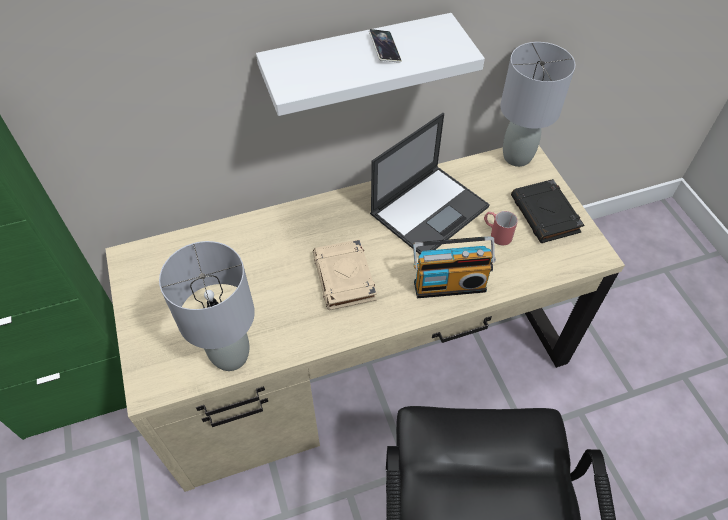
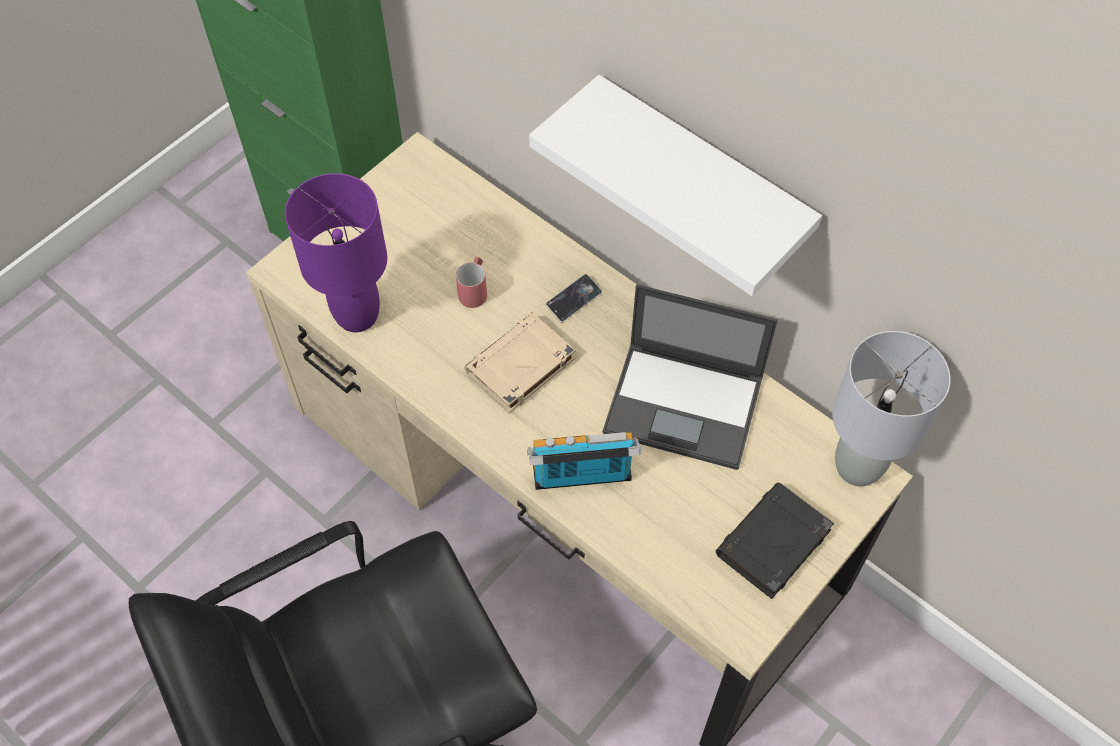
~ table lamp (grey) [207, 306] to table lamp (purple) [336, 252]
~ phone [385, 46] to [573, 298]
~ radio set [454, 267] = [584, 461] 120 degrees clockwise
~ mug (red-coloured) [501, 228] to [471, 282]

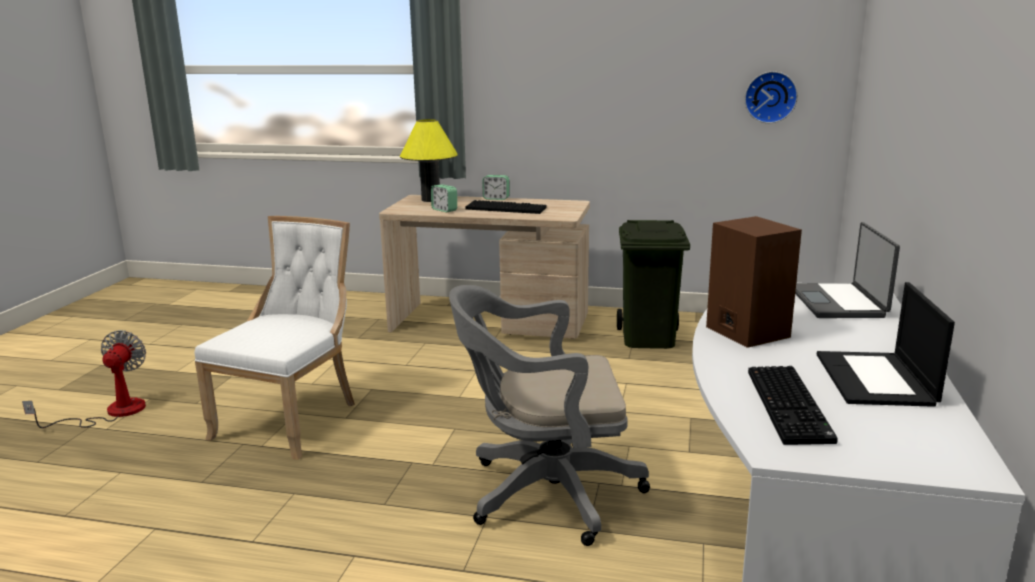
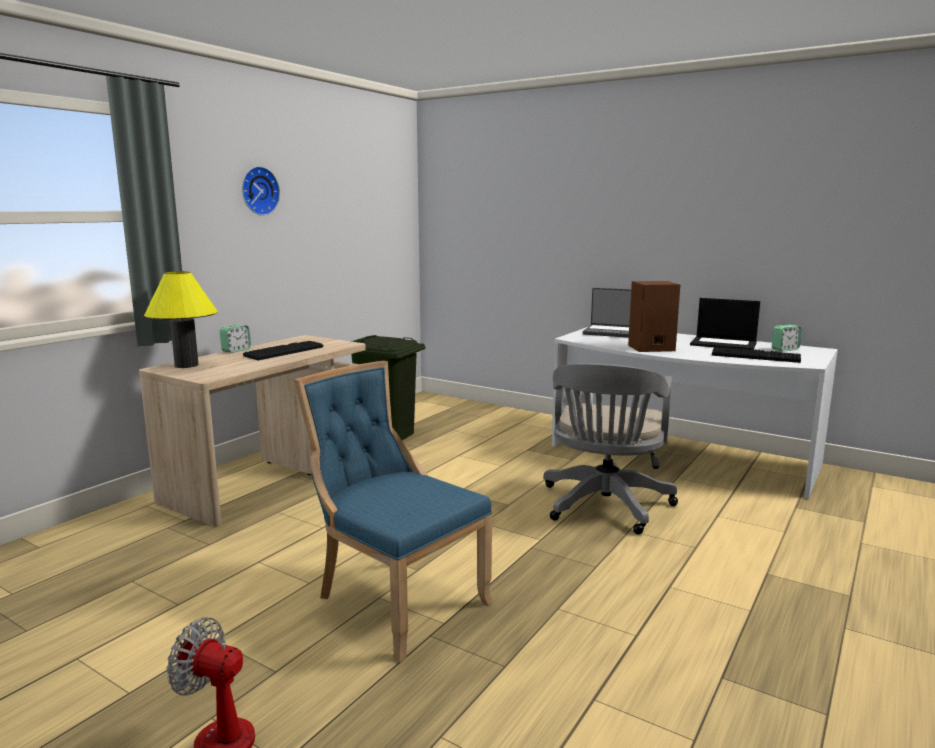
~ chair (white) [275, 338] to chair (blue) [393, 511]
~ table clock [444, 198] to [786, 338]
~ hanging clock [771, 97] to [261, 191]

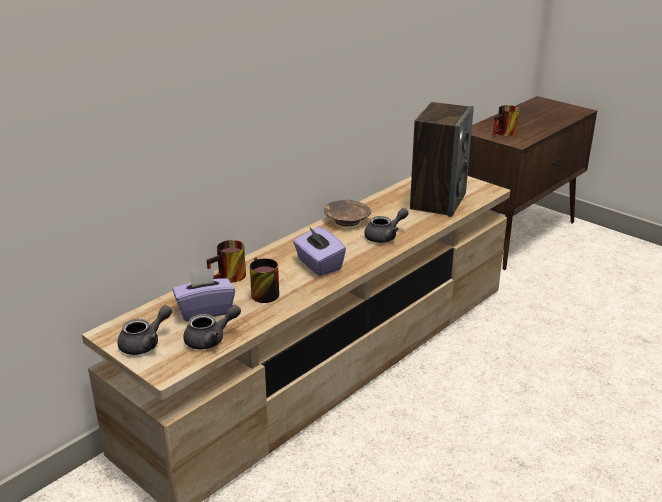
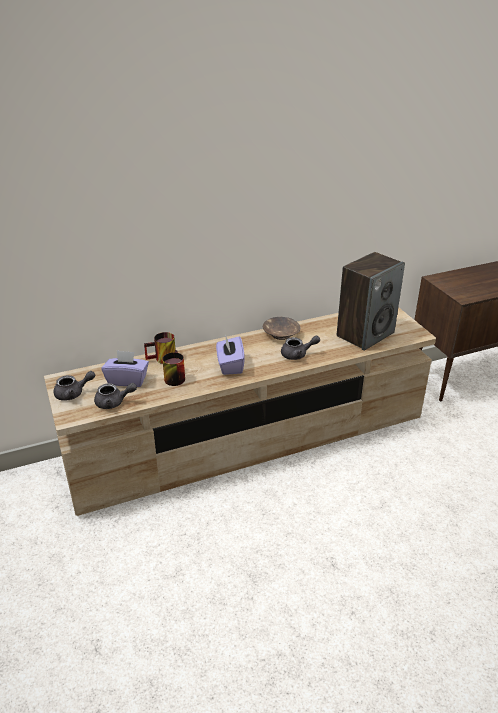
- mug [506, 120]

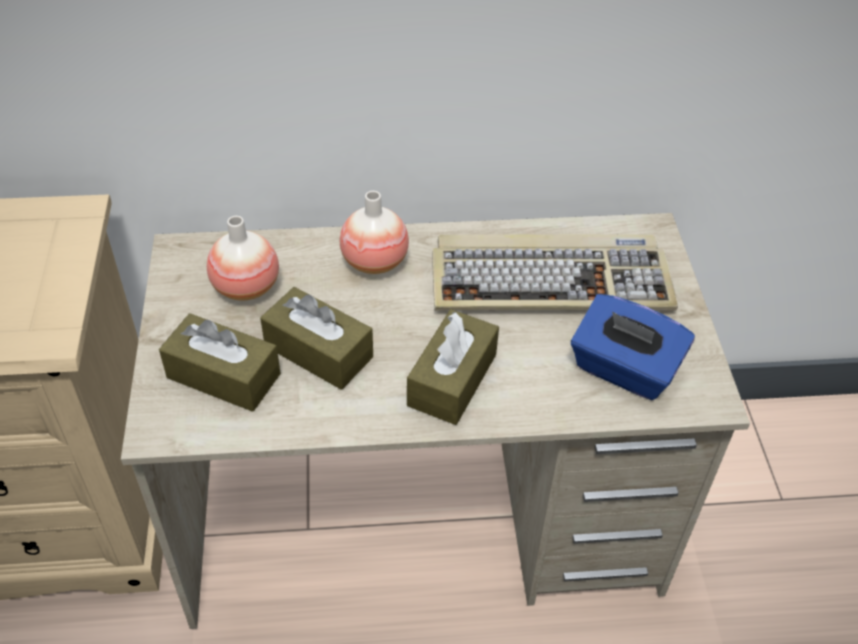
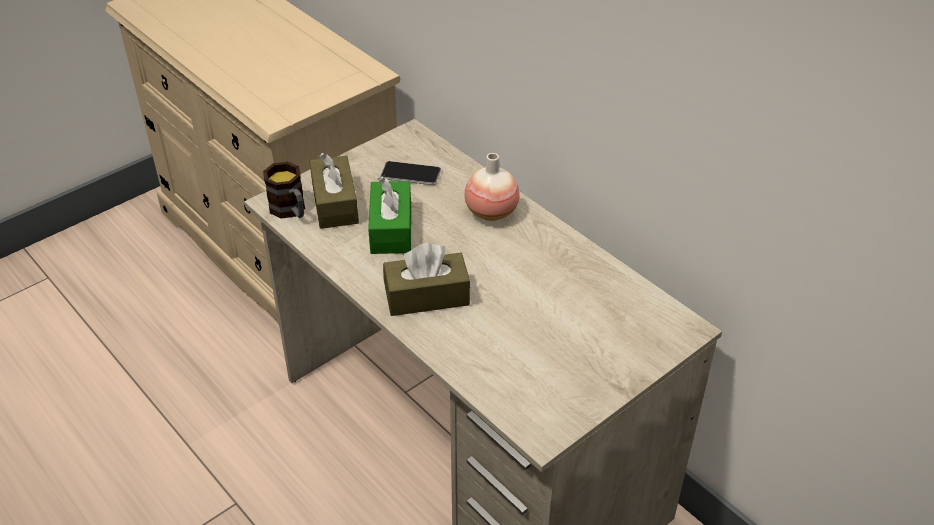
~ flower vase [243, 258] to phone [411, 173]
~ box of tissues (brown) [316, 338] to box of tissues (greenish) [389, 215]
- computer keyboard [555, 272]
- box of tissues (blue) [633, 347]
+ mug [284, 190]

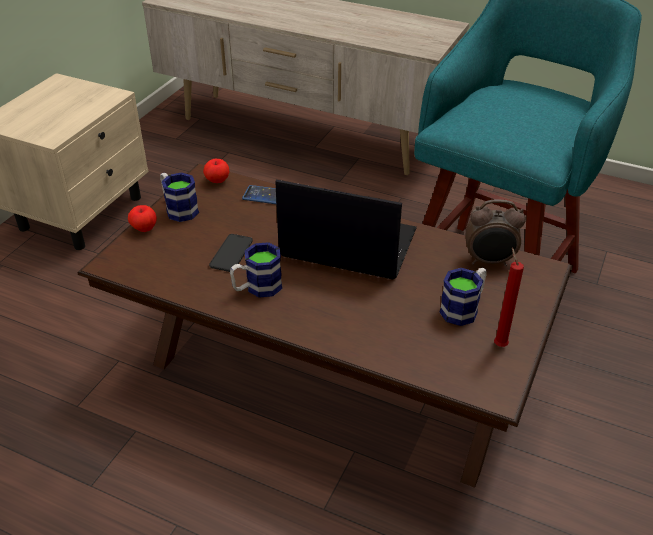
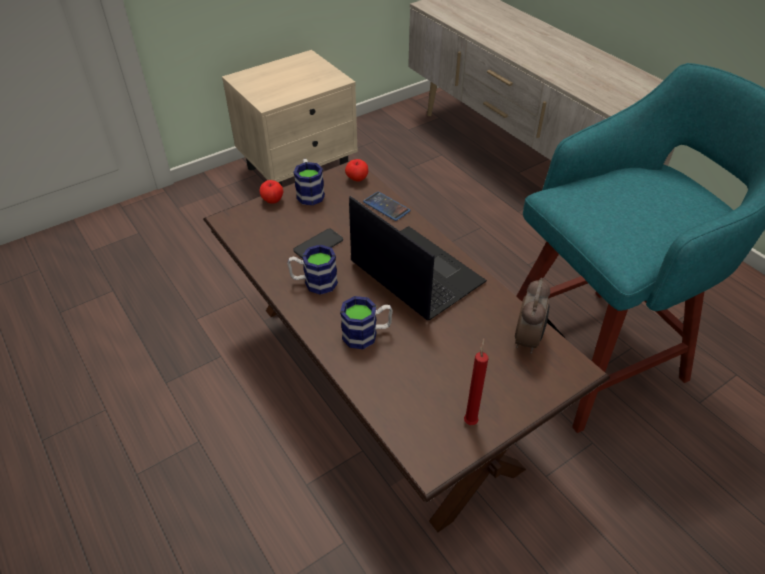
~ mug [463, 297] to [366, 322]
~ table clock [496, 233] = [532, 316] 105 degrees counterclockwise

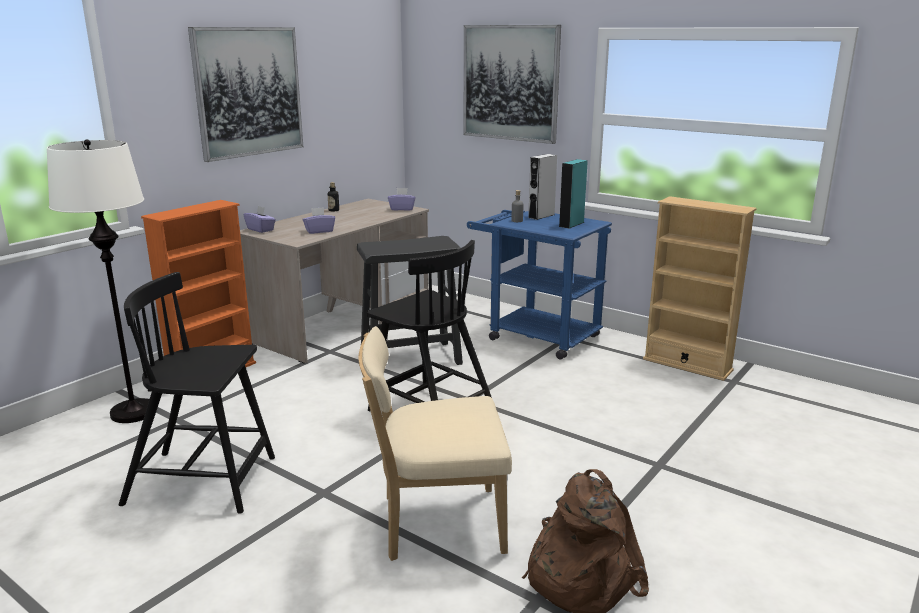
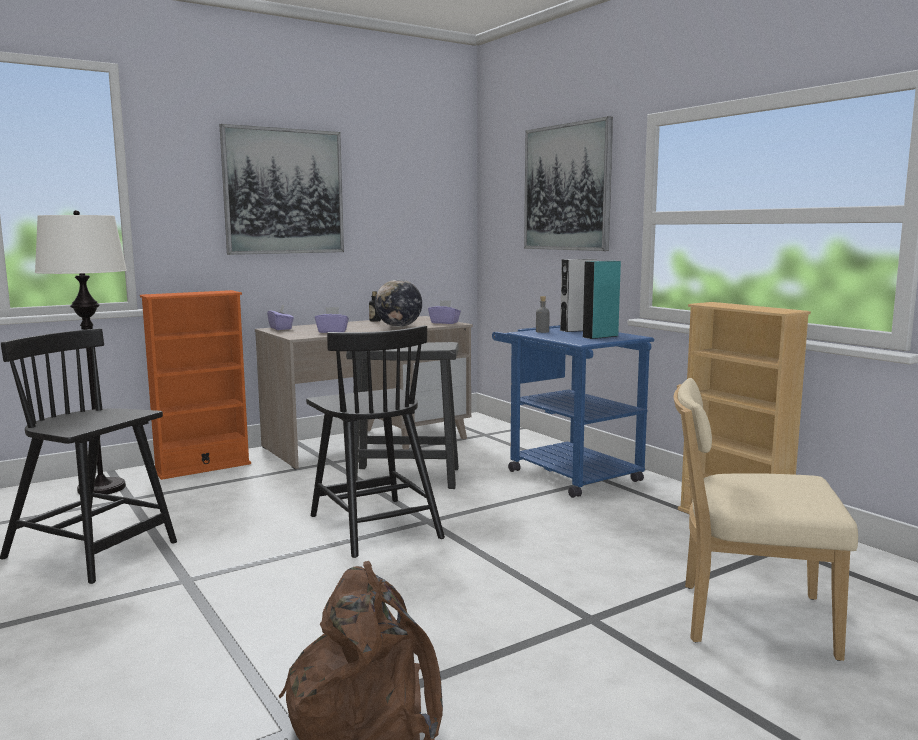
~ chair (beige) [435, 443] to [766, 519]
+ globe [398, 303]

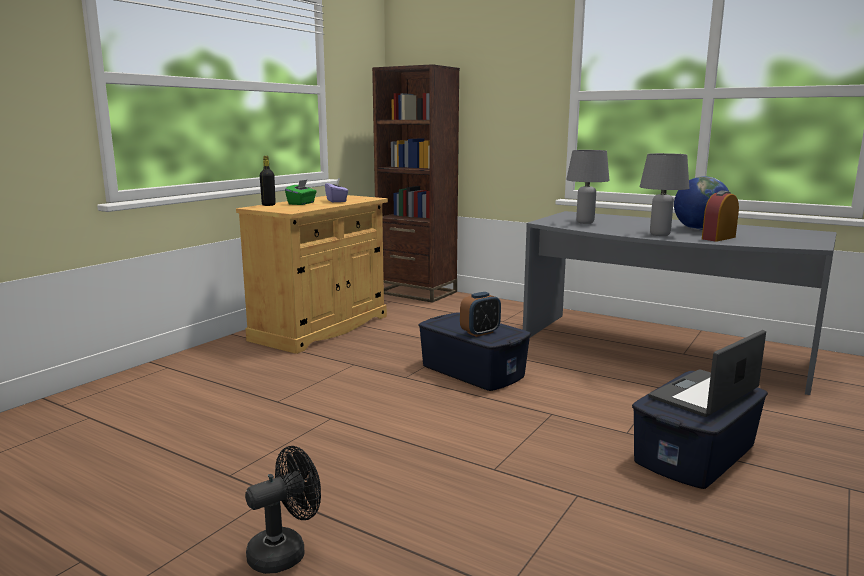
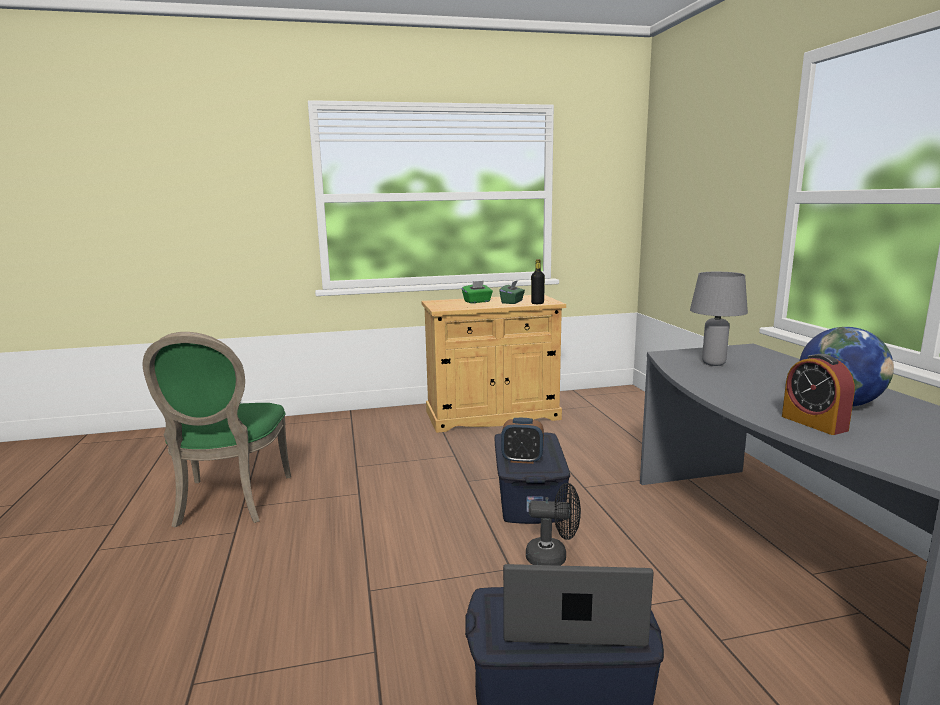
~ fan (black-coloured) [283, 510] to [553, 524]
~ drink bottle (black-coloured) [268, 181] to [538, 281]
~ box of tissues (purple) [336, 189] to box of tissues (greenish) [512, 292]
- bookcase (brown) [416, 183]
- table lamp (grey) [664, 194]
~ table clock [720, 216] = [818, 394] 120 degrees counterclockwise
+ chair (greenish) [217, 430]

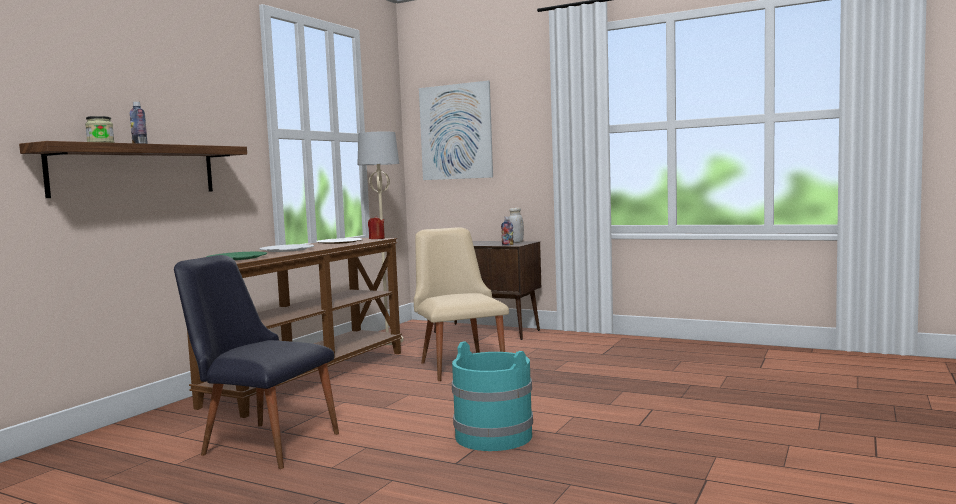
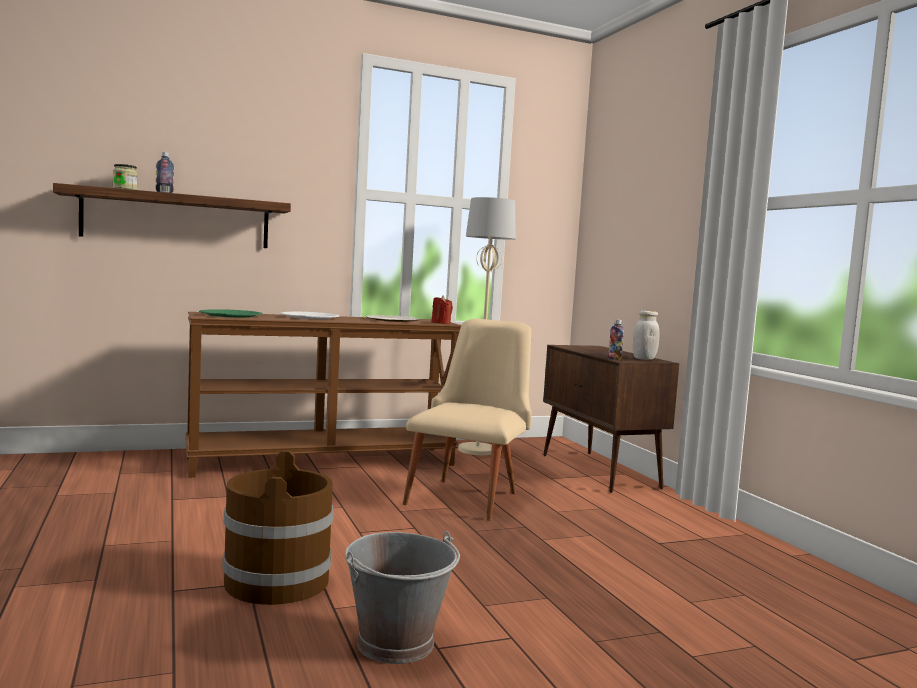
- chair (black-coloured) [256, 362]
- picture [456, 130]
~ pail (turquoise-coloured) [492, 396] to pail (brown) [278, 527]
+ pail (grey) [402, 597]

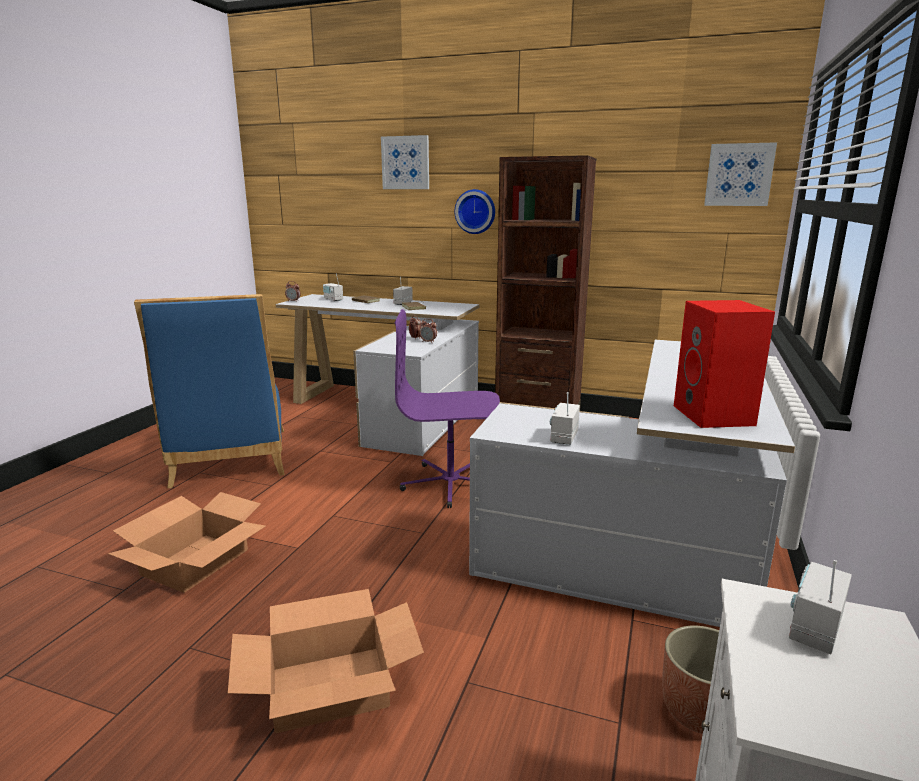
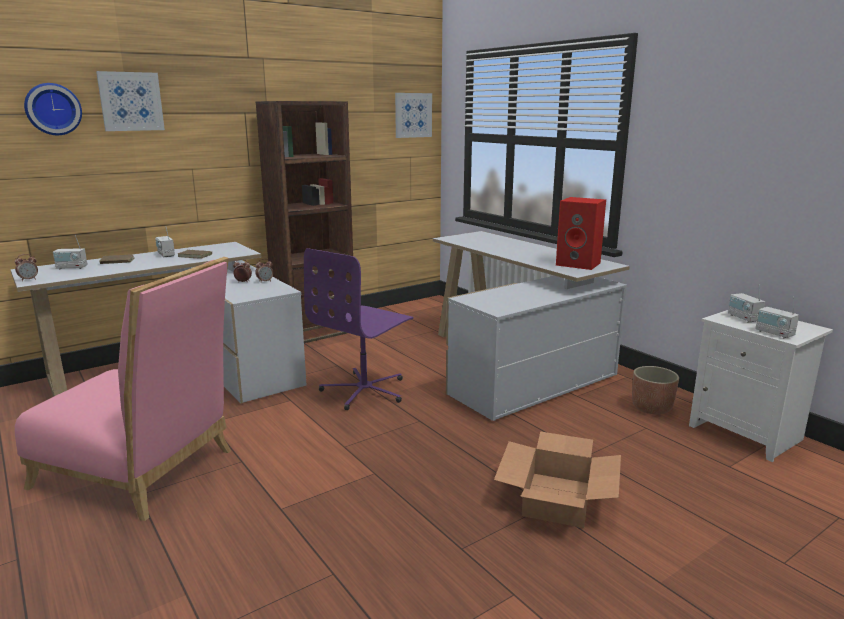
- cardboard box [186, 542]
~ chair (blue) [209, 391] to chair (pink-coloured) [123, 389]
~ hanging clock [474, 211] to [53, 109]
~ radio set [565, 418] to [777, 317]

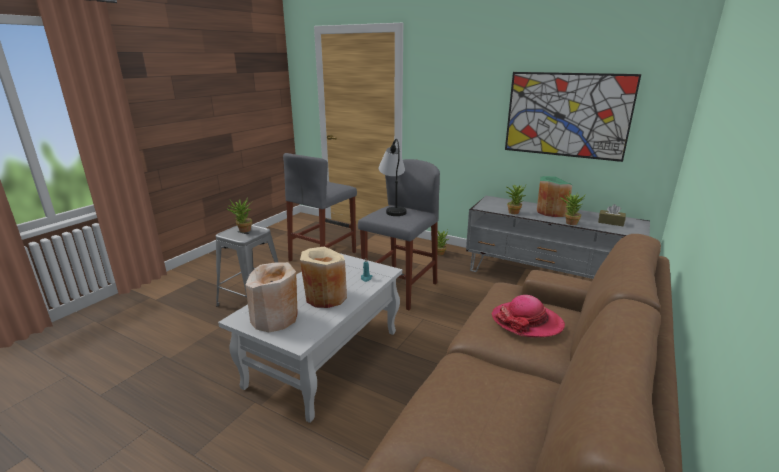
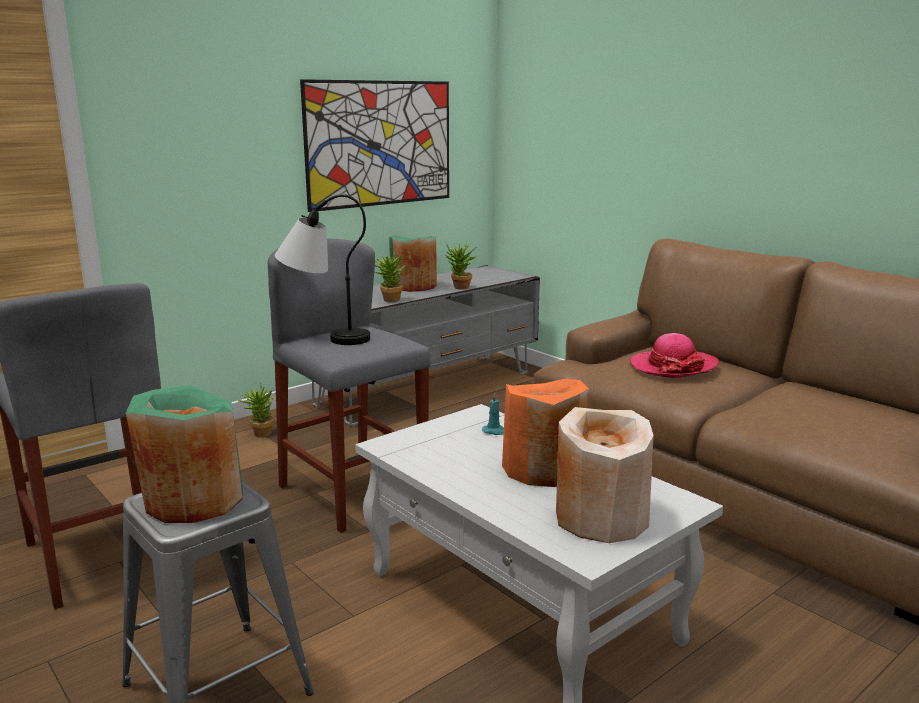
~ houseplant [239, 215] to flower vase (greenish) [184, 454]
~ flower vase (beige) [323, 277] to flower vase (orange) [545, 433]
- box of tissues (brown) [612, 215]

